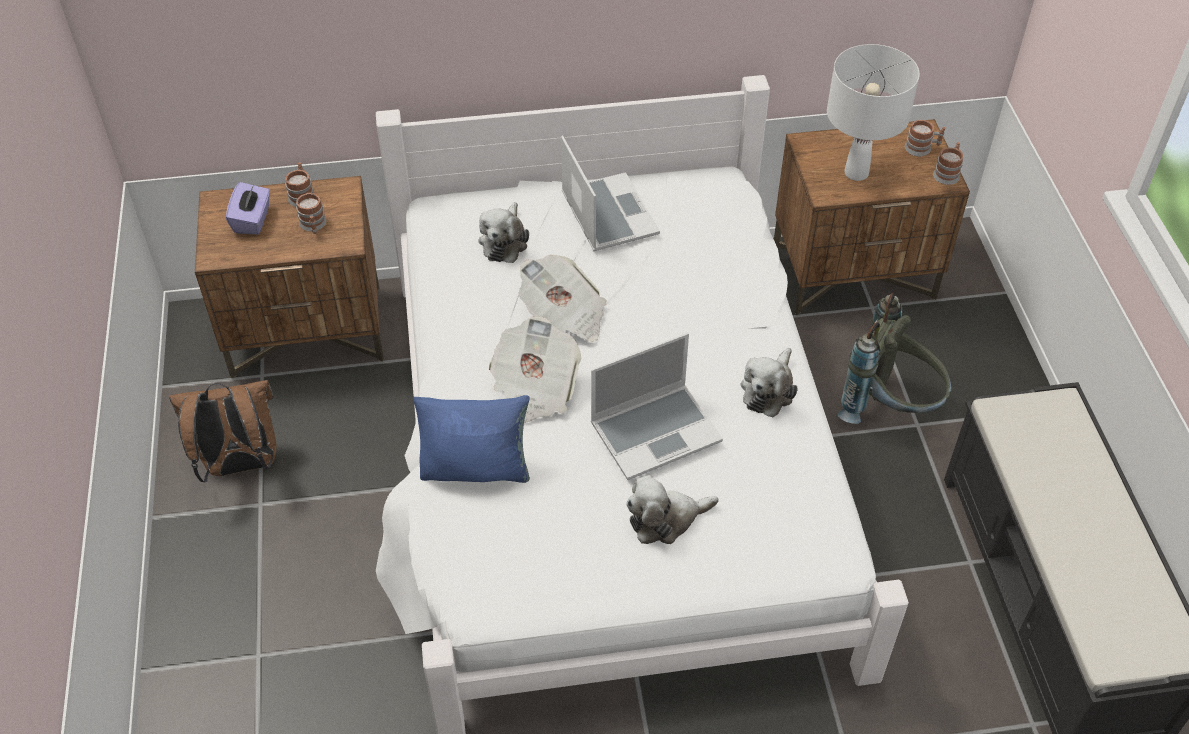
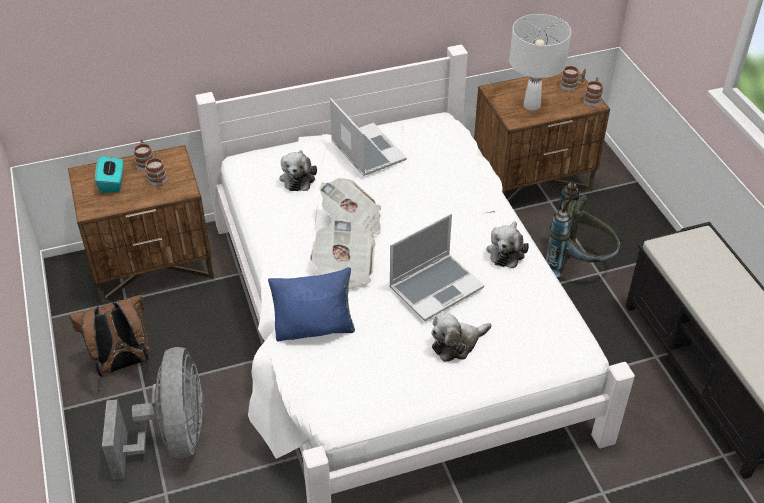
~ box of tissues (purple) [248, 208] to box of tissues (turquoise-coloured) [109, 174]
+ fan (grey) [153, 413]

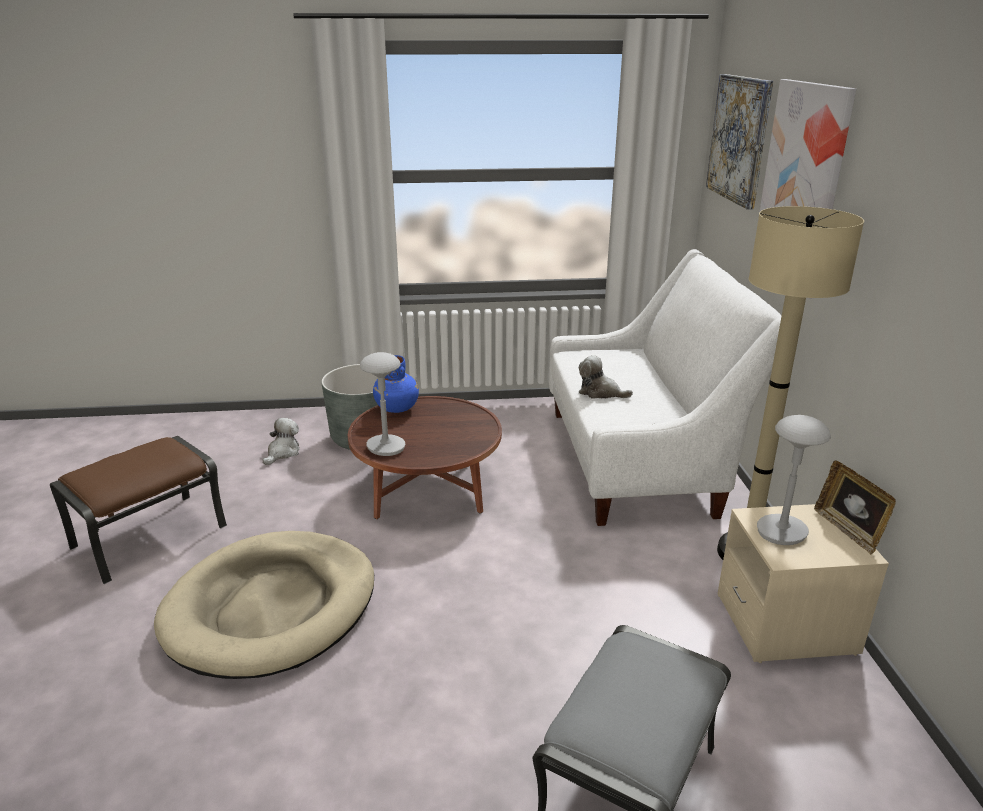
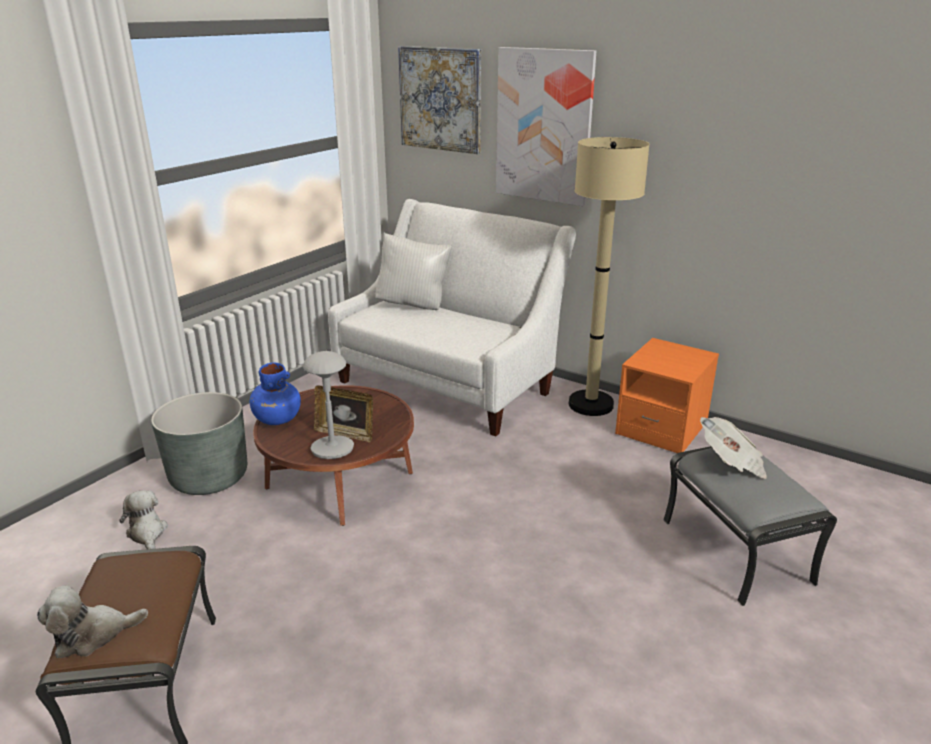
- dog bed (beige) [264, 605]
~ soft toy [606, 377] to [92, 622]
~ nightstand (beige) [803, 583] to nightstand (orange) [667, 395]
- table lamp (grey) [794, 480]
~ standing frame [855, 507] to [343, 414]
+ throw pillow (white) [413, 271]
+ newspaper [733, 448]

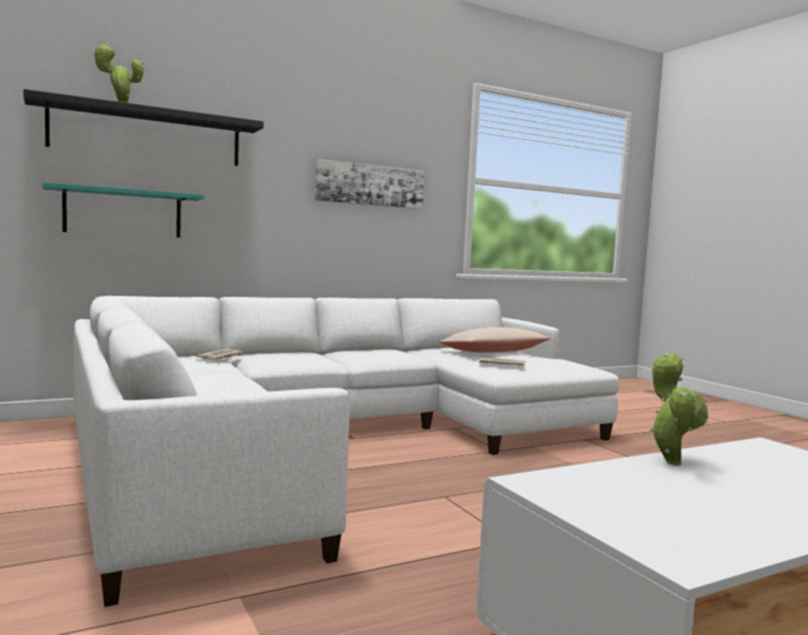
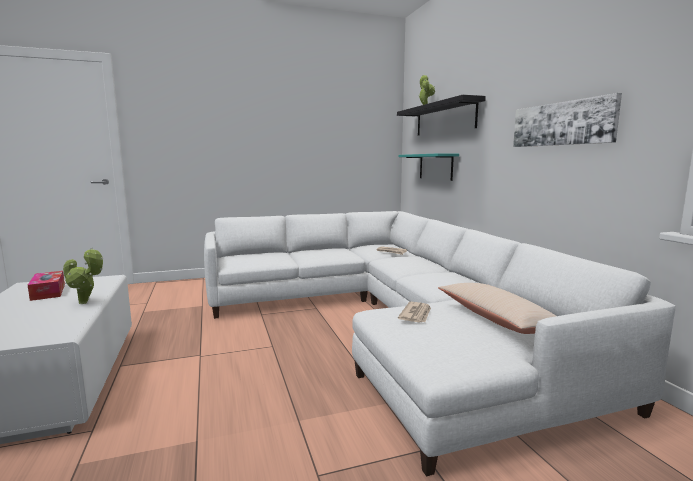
+ box of tissues [46, 286]

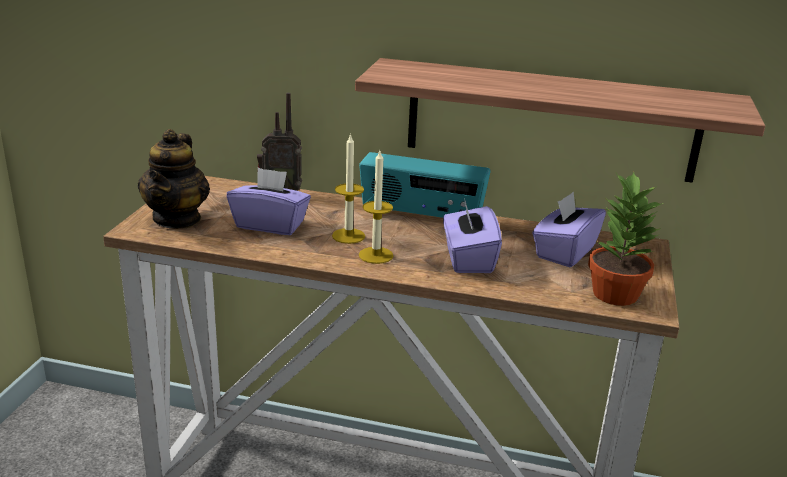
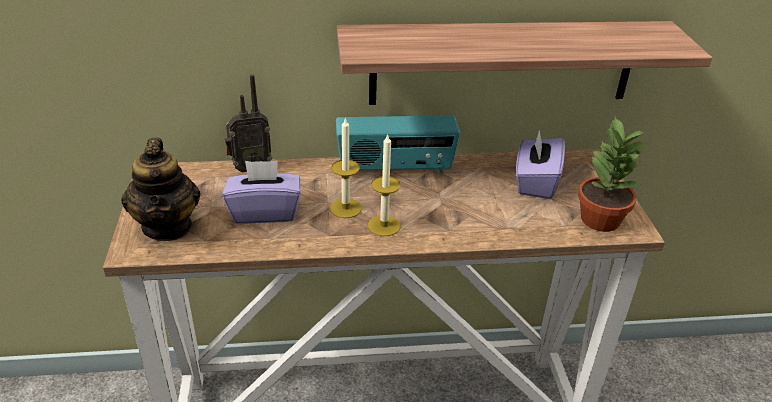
- box of tissues (purple) [472, 235]

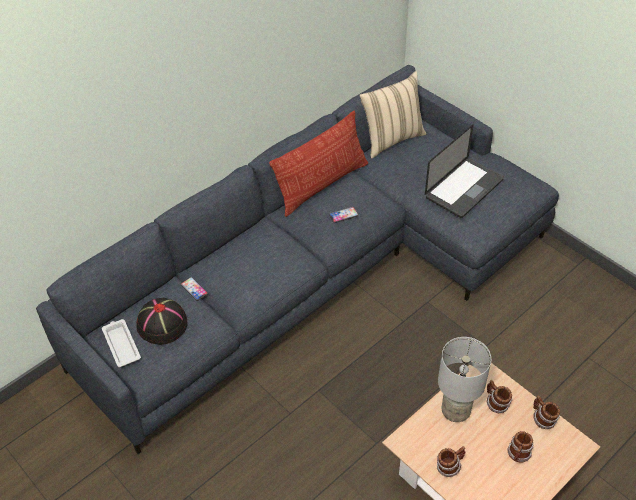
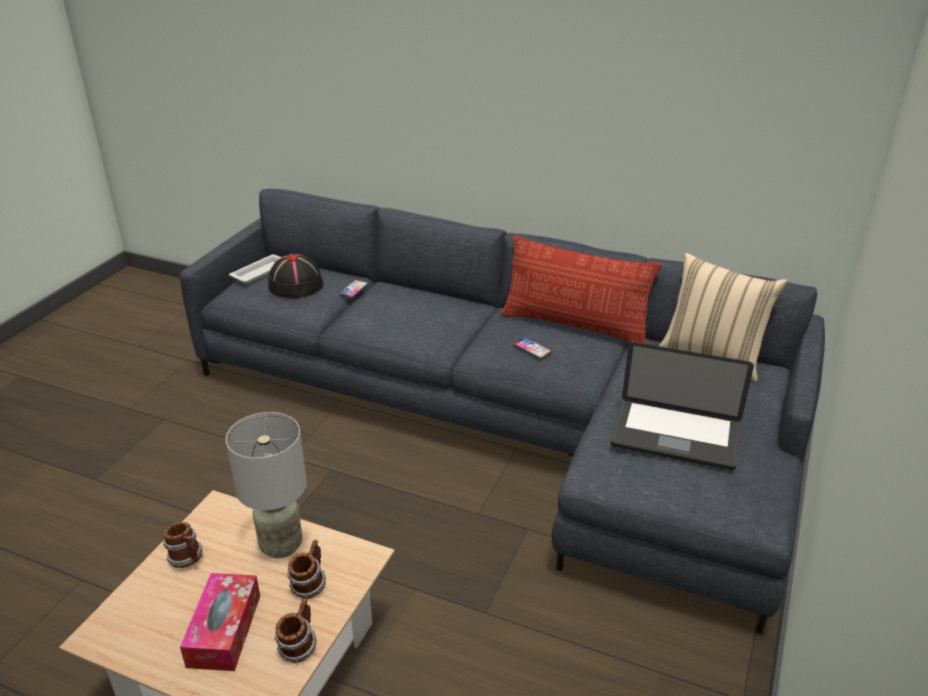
~ mug [520, 447] to box of tissues [220, 622]

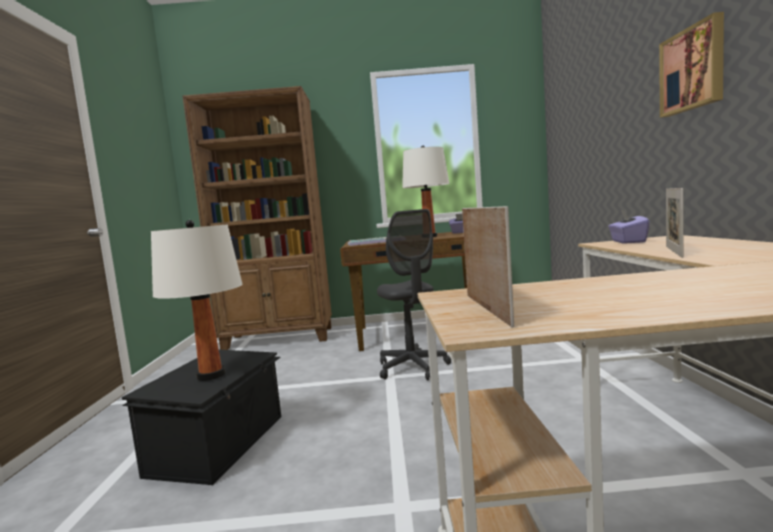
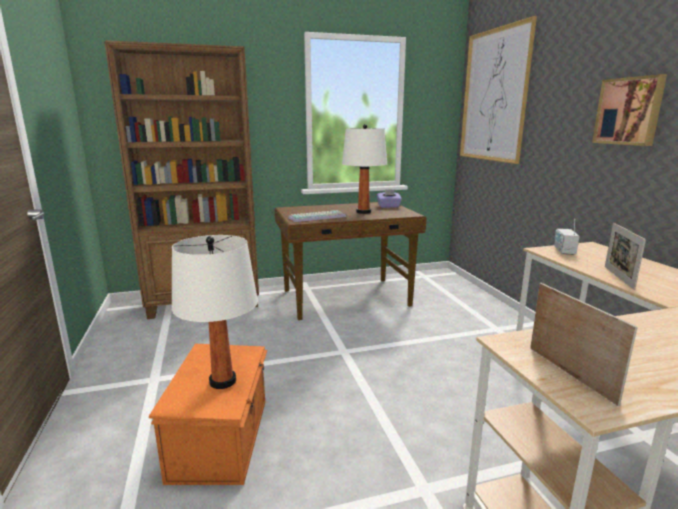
~ storage container (black-coloured) [201, 417] to storage container (orange) [208, 414]
- office chair (grey) [414, 295]
~ box of tissues (purple) [629, 227] to radio set [567, 237]
+ picture [498, 90]

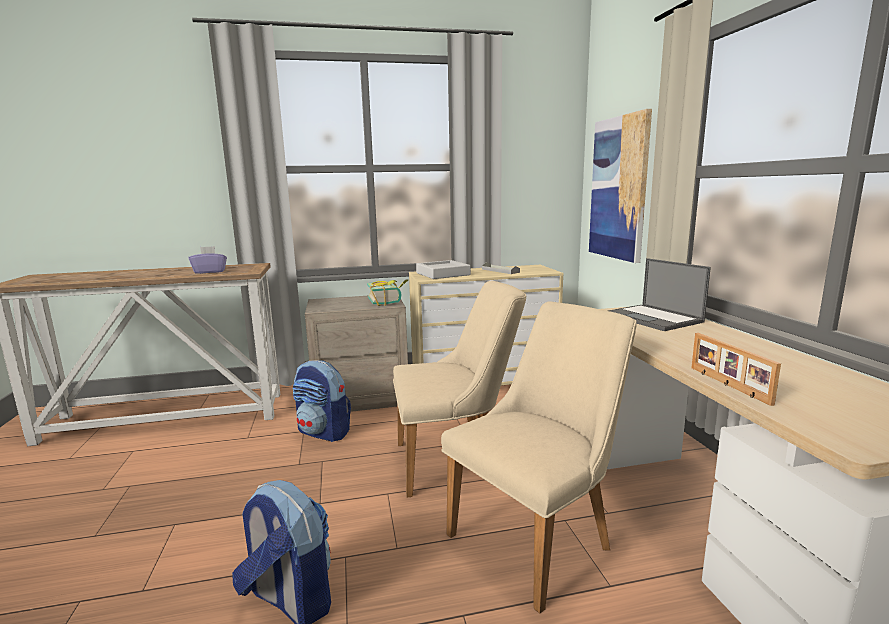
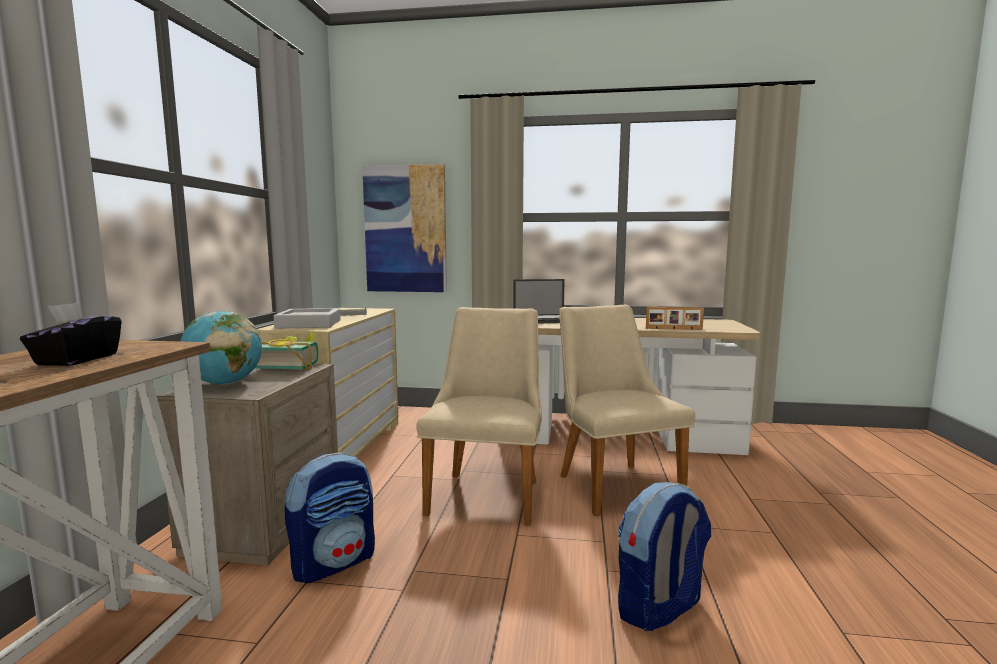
~ box of tissues (purple) [207, 260] to box of tissues (black-coloured) [71, 334]
+ globe [221, 348]

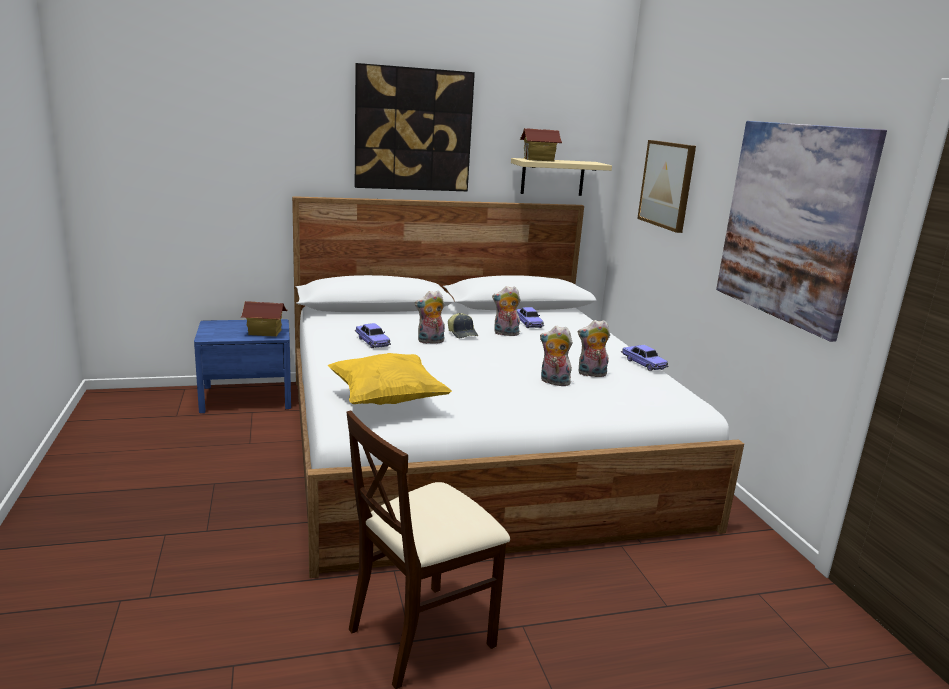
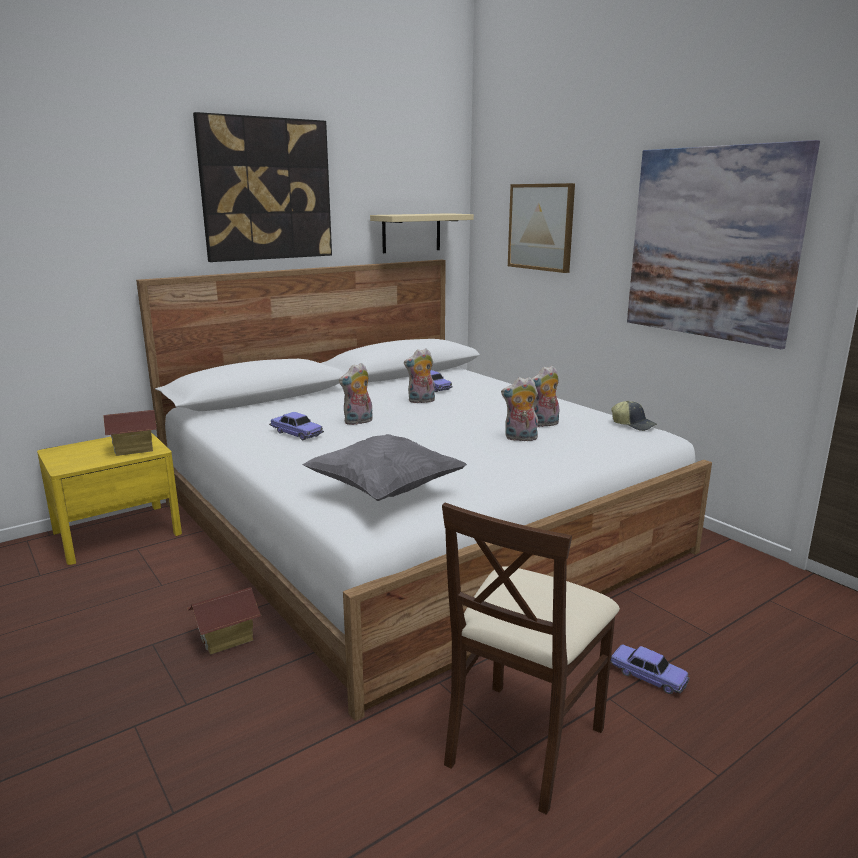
~ nightstand (blue) [242, 366] to nightstand (yellowish) [109, 498]
~ throw pillow (yellowish) [389, 379] to throw pillow (grey) [384, 467]
~ cap [463, 325] to [634, 416]
~ model house [541, 145] to [224, 621]
~ toy car [645, 358] to [650, 669]

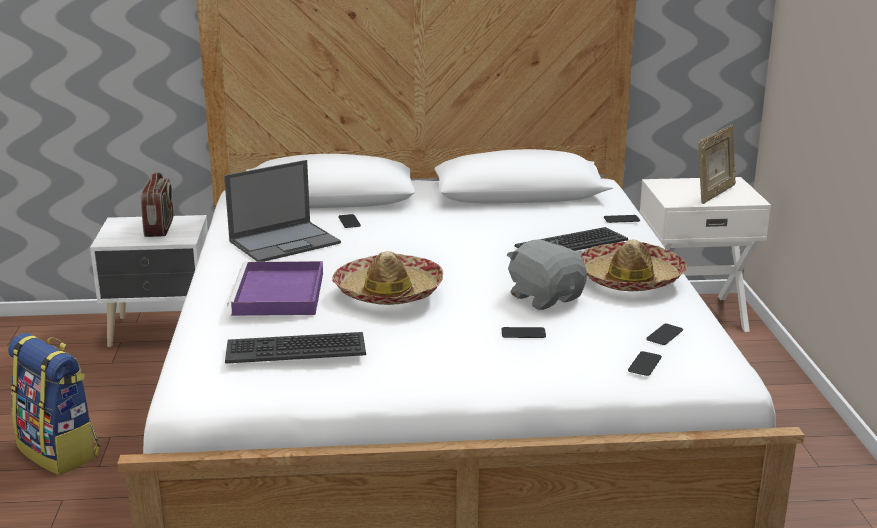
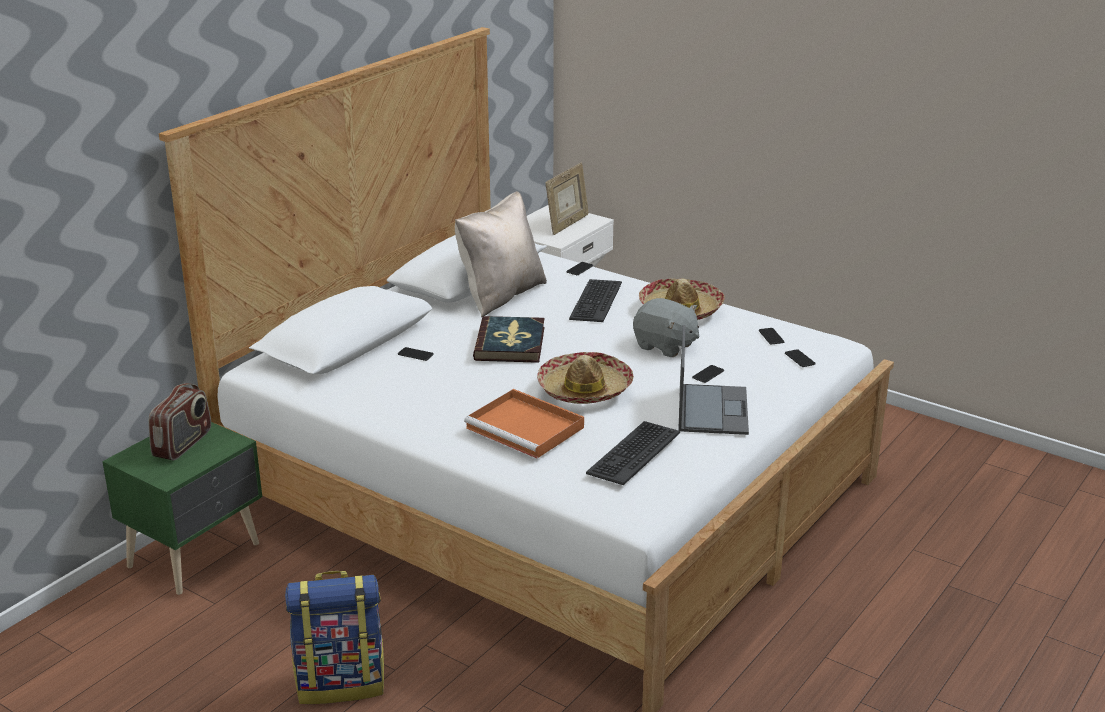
~ nightstand (white) [149, 281] to nightstand (greenish) [182, 508]
~ radio set [157, 204] = [179, 422] 75 degrees clockwise
~ notebook computer [282, 211] to [714, 380]
~ tray (purple) [275, 288] to tray (orange) [524, 423]
~ soft toy (grey) [547, 274] = [666, 327] 150 degrees counterclockwise
~ standing frame [717, 164] = [567, 199] 45 degrees clockwise
+ throw pillow (beige) [501, 254]
+ book [509, 339]

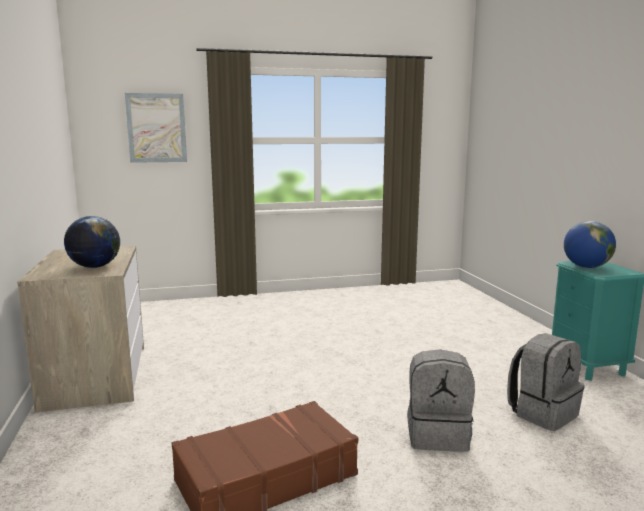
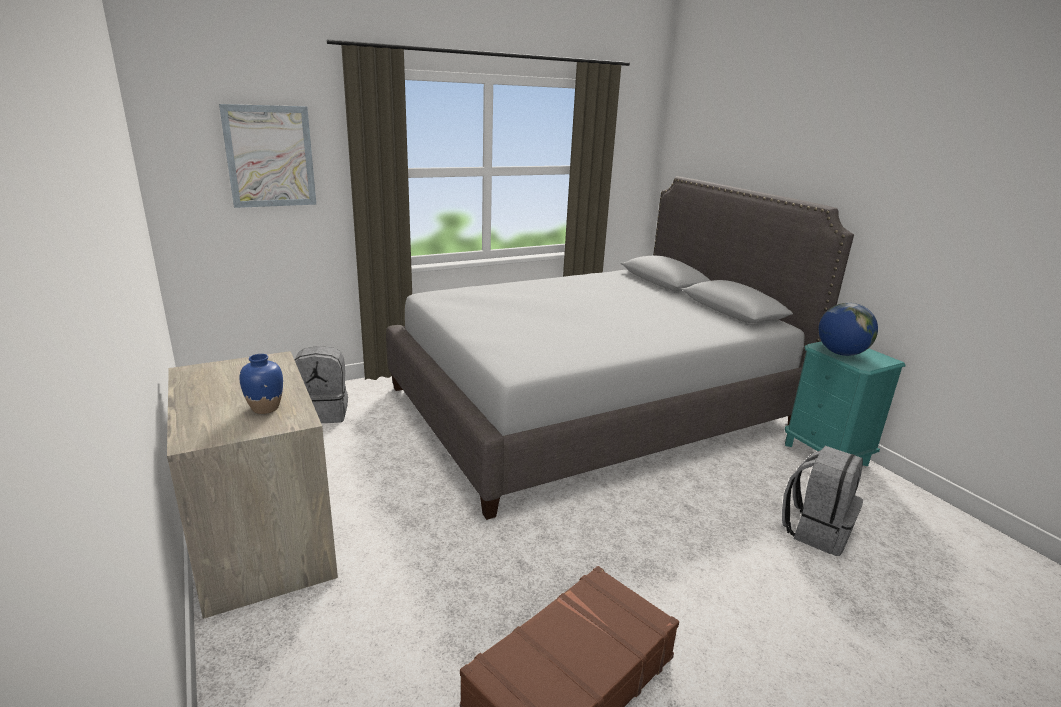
~ globe [92, 242] to flower vase (blue) [261, 384]
~ knapsack (grey) [441, 400] to [321, 384]
+ bed (grey) [620, 348]

